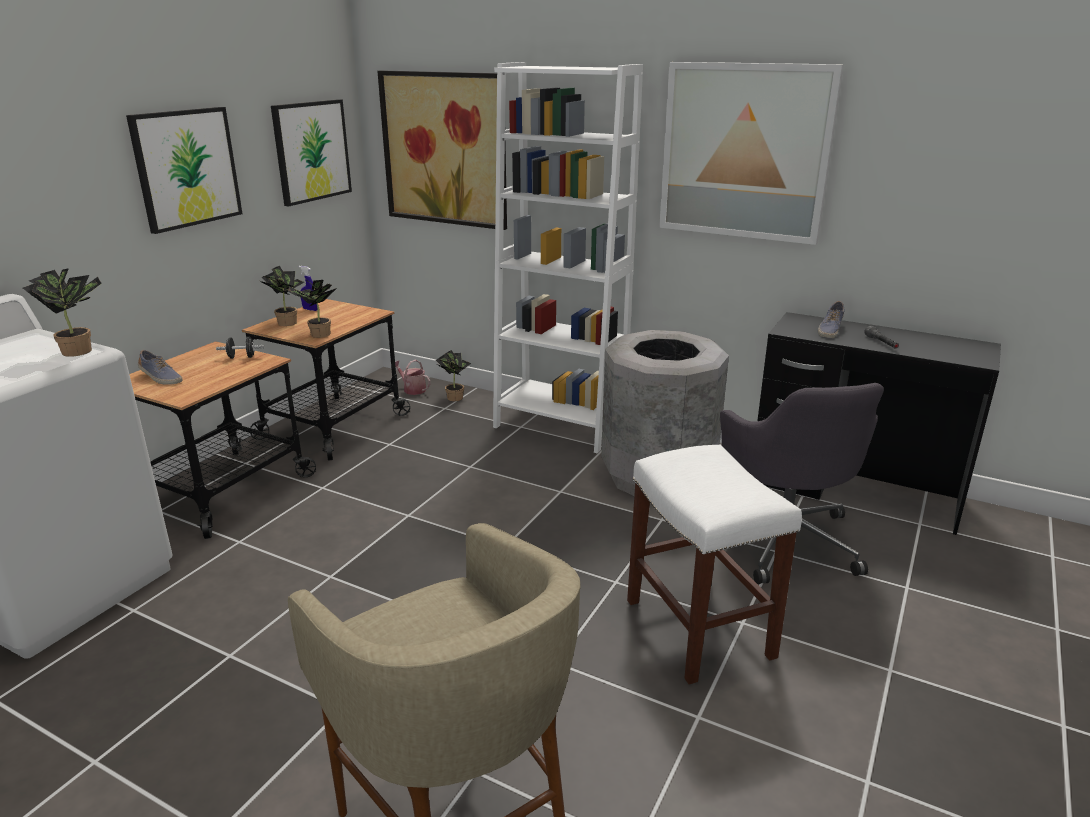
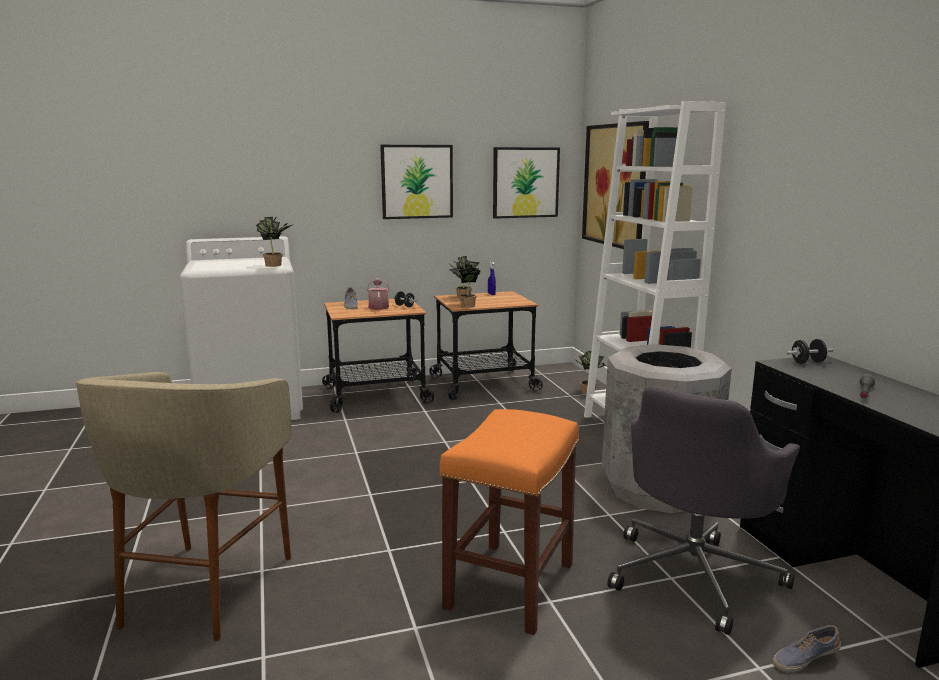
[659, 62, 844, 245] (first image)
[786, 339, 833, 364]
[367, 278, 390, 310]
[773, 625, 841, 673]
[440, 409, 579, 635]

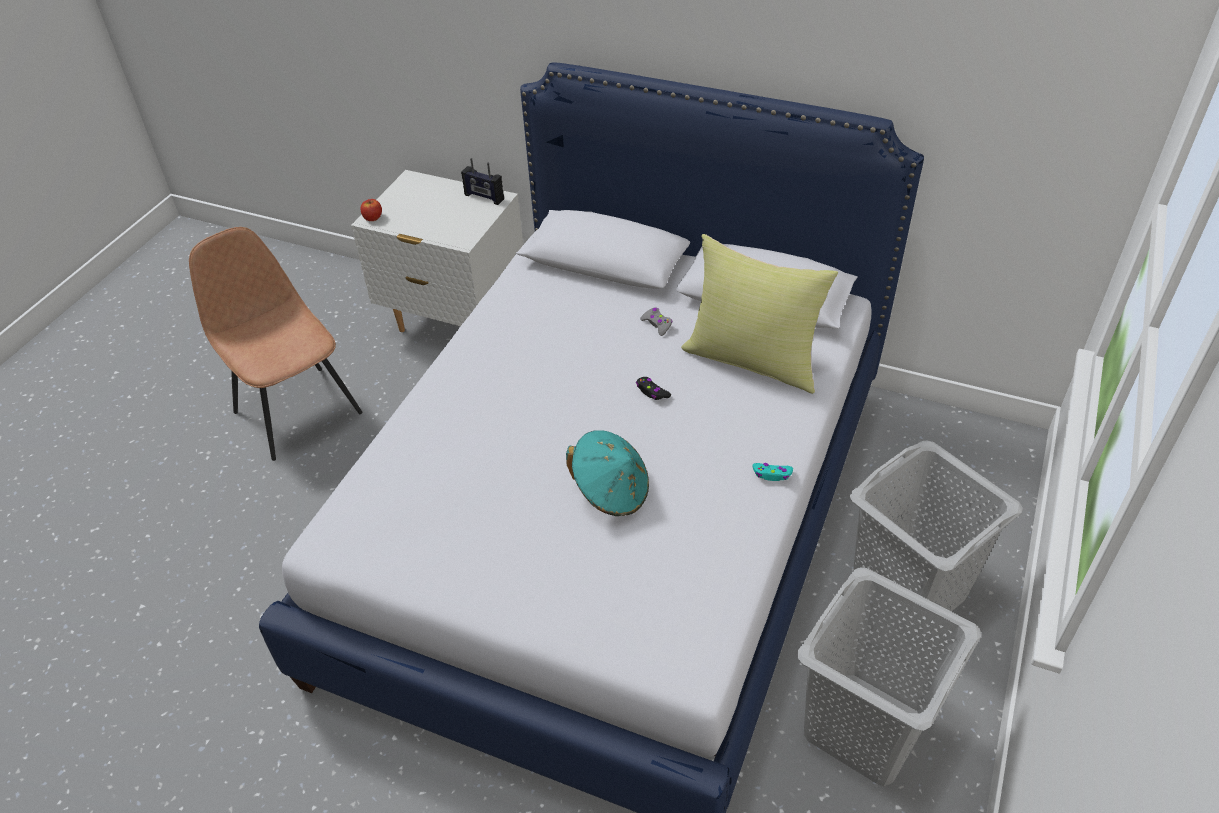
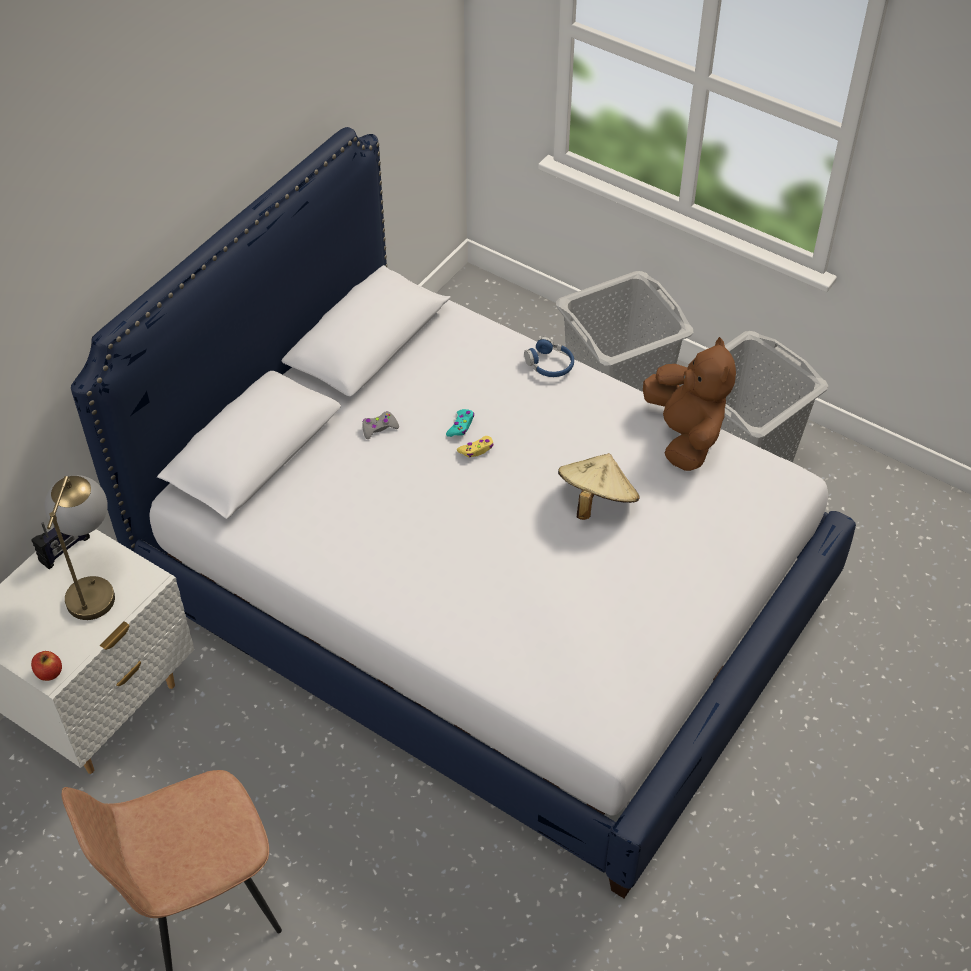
[681, 234, 838, 394] (first image)
[45, 475, 115, 620]
[524, 337, 574, 377]
[643, 337, 736, 471]
[446, 409, 474, 437]
[558, 453, 639, 520]
[457, 436, 494, 458]

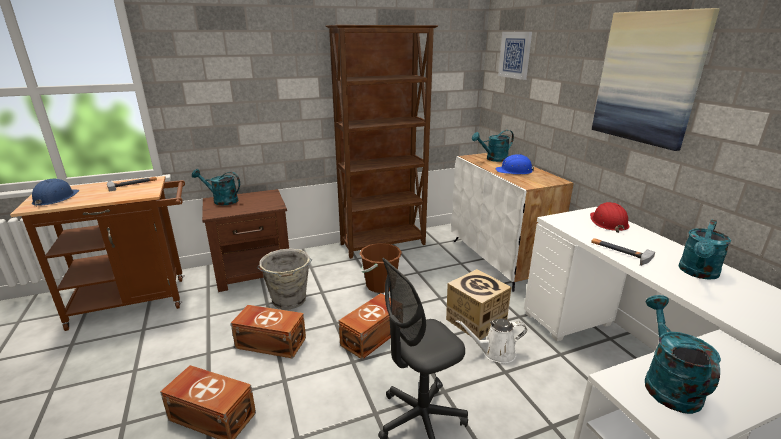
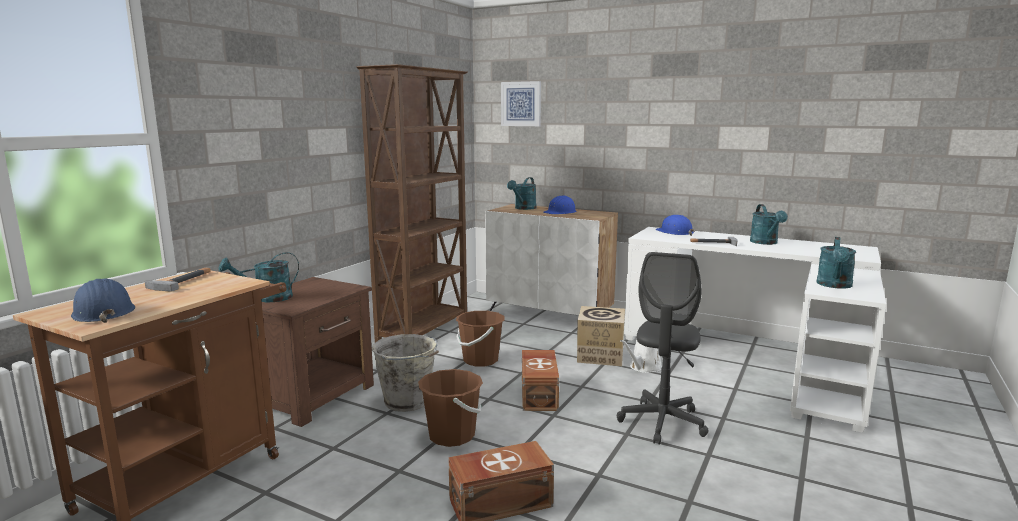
[592, 8, 720, 151] (first image)
[418, 369, 483, 447]
[655, 215, 695, 236]
[816, 237, 856, 289]

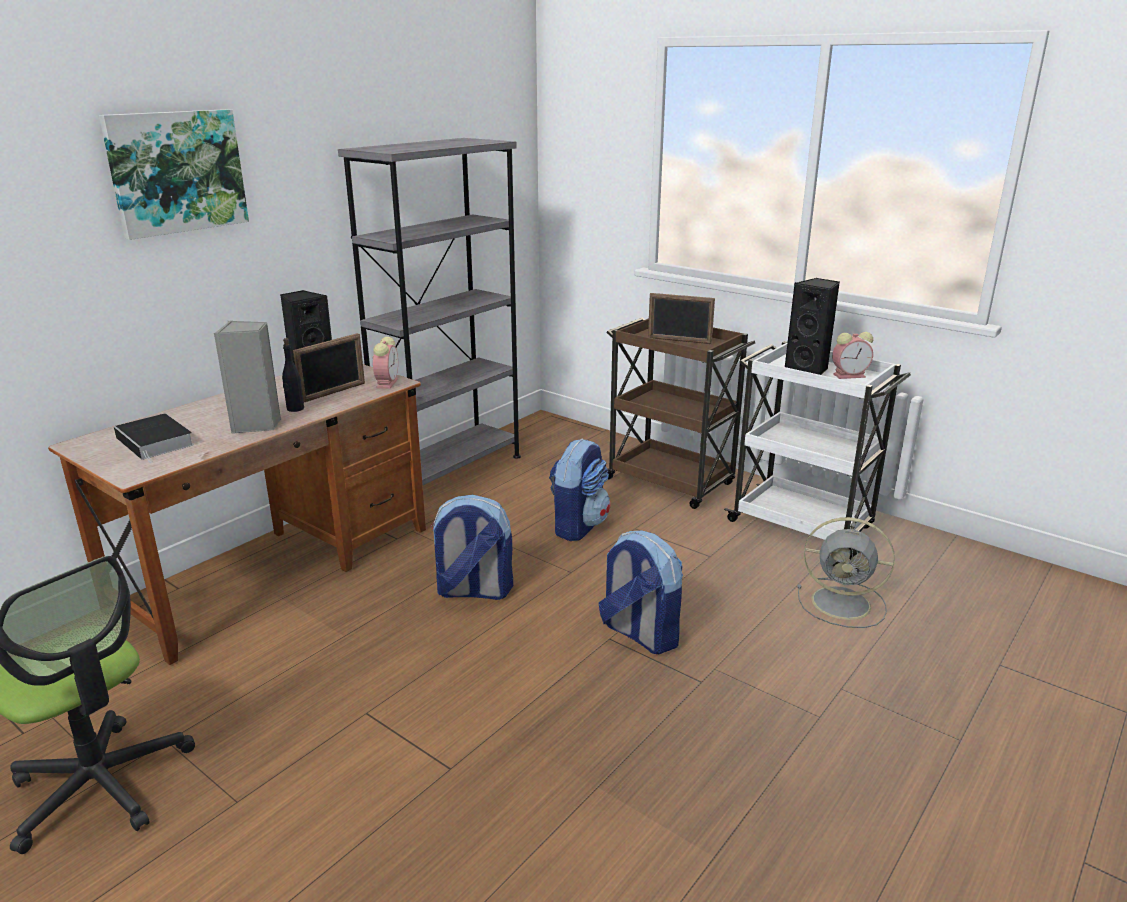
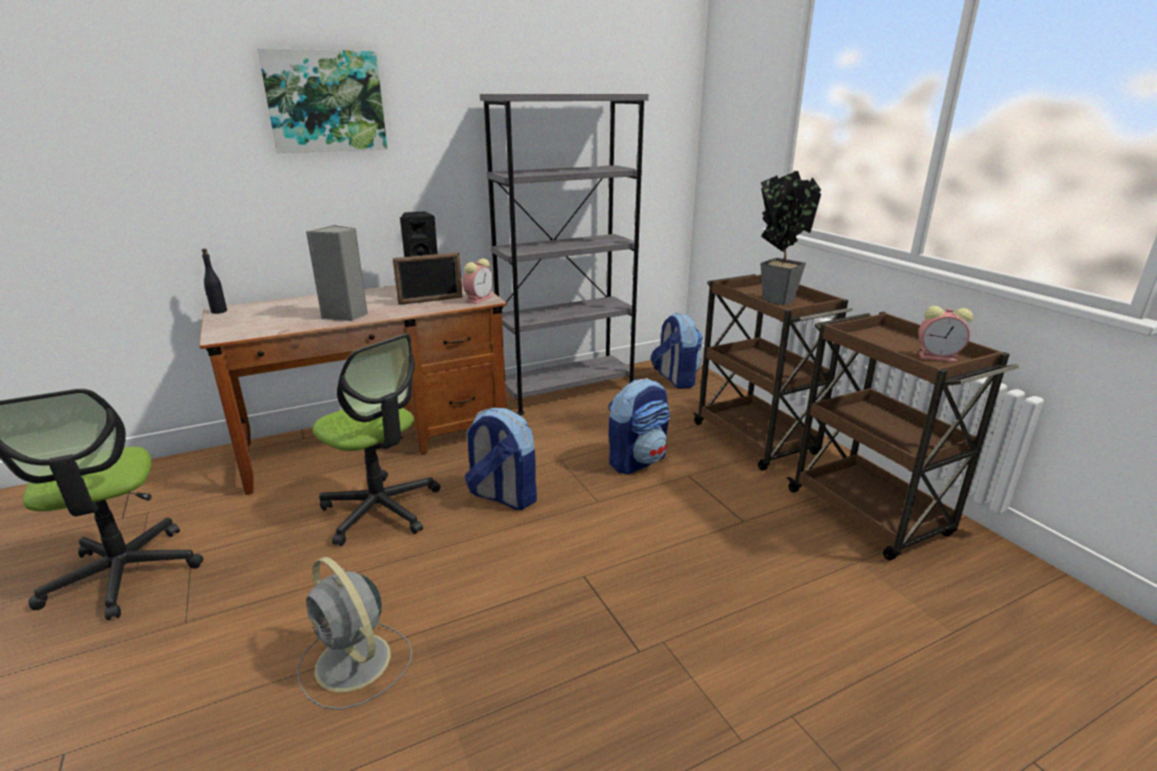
[114, 414, 194, 463] (first image)
[785, 278, 840, 375] (first image)
[313, 334, 440, 546]
[202, 248, 227, 314]
[651, 313, 703, 388]
[297, 557, 412, 710]
[760, 171, 821, 305]
[787, 312, 1019, 561]

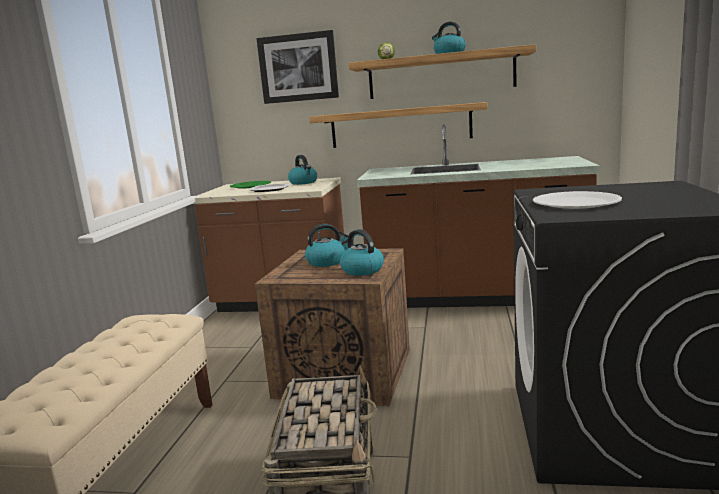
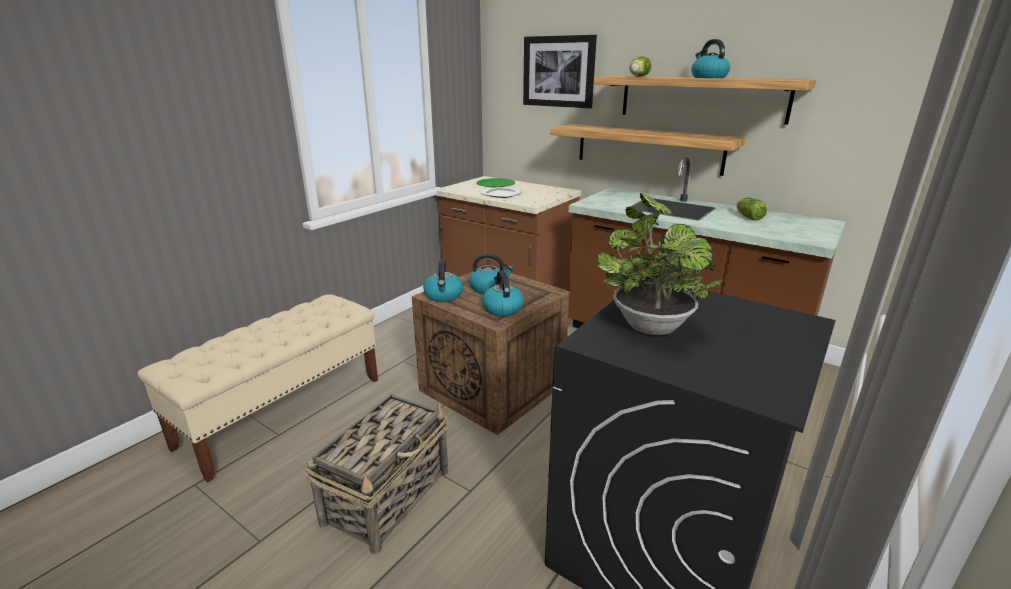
[736, 197, 767, 221]
[423, 259, 463, 302]
[597, 193, 723, 335]

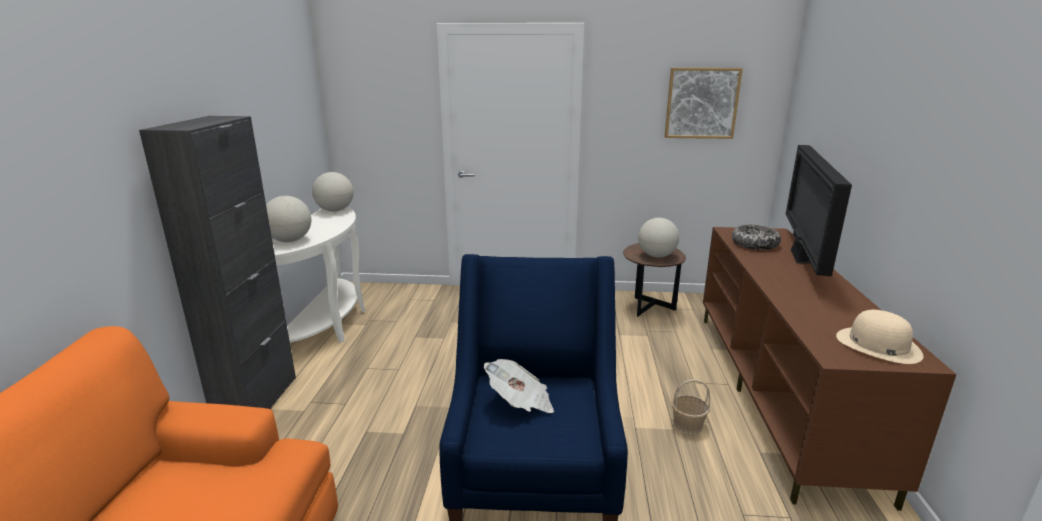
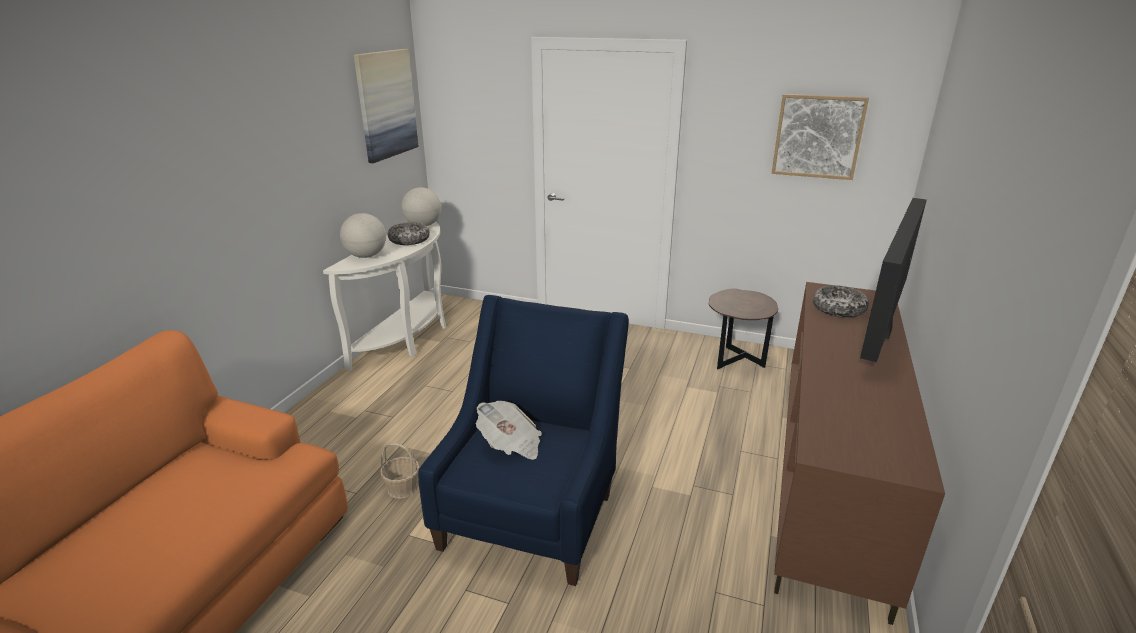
[139, 116, 296, 409] (first image)
[638, 218, 679, 257] (first image)
[836, 310, 923, 364] (first image)
[354, 49, 419, 163]
[388, 222, 430, 245]
[381, 443, 420, 499]

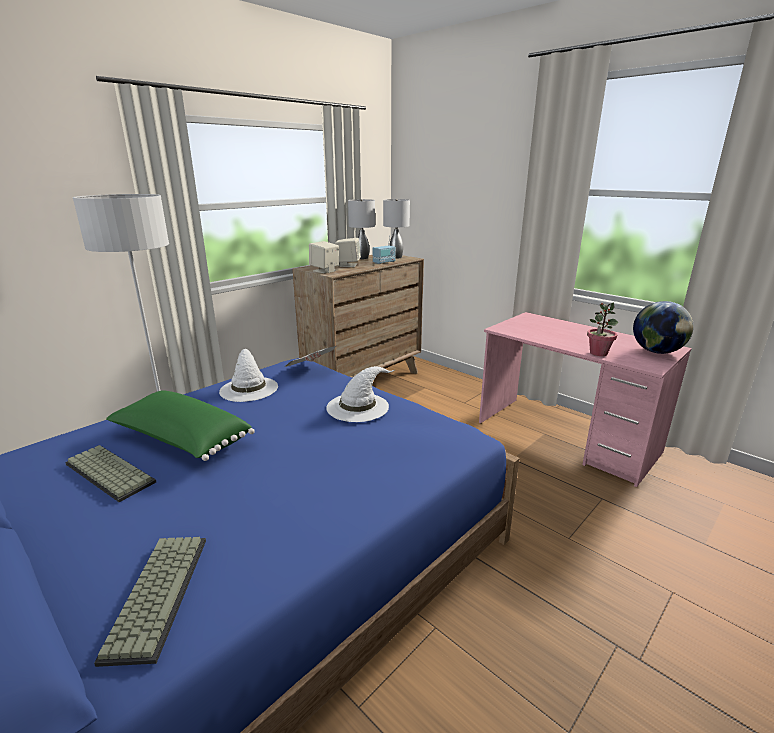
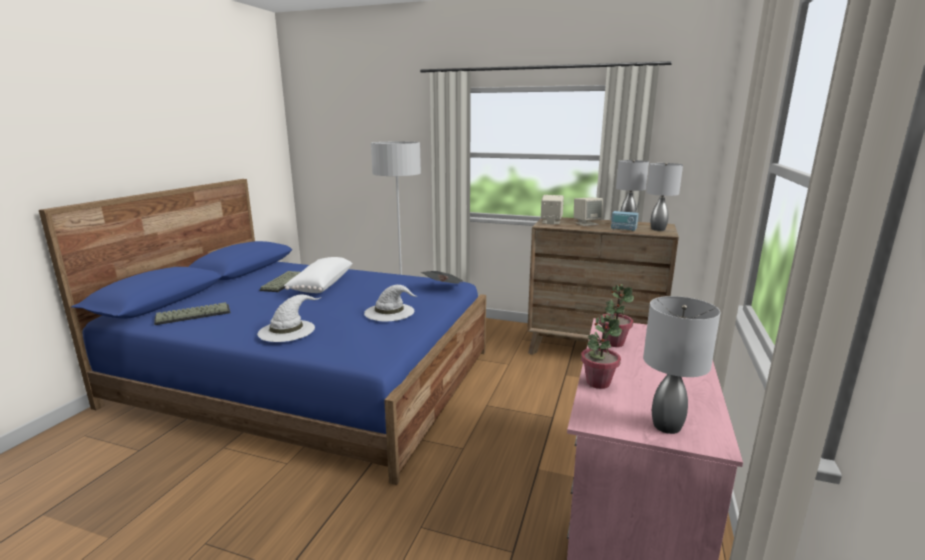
[599, 284, 634, 347]
[257, 294, 321, 342]
[643, 296, 721, 434]
[284, 257, 353, 293]

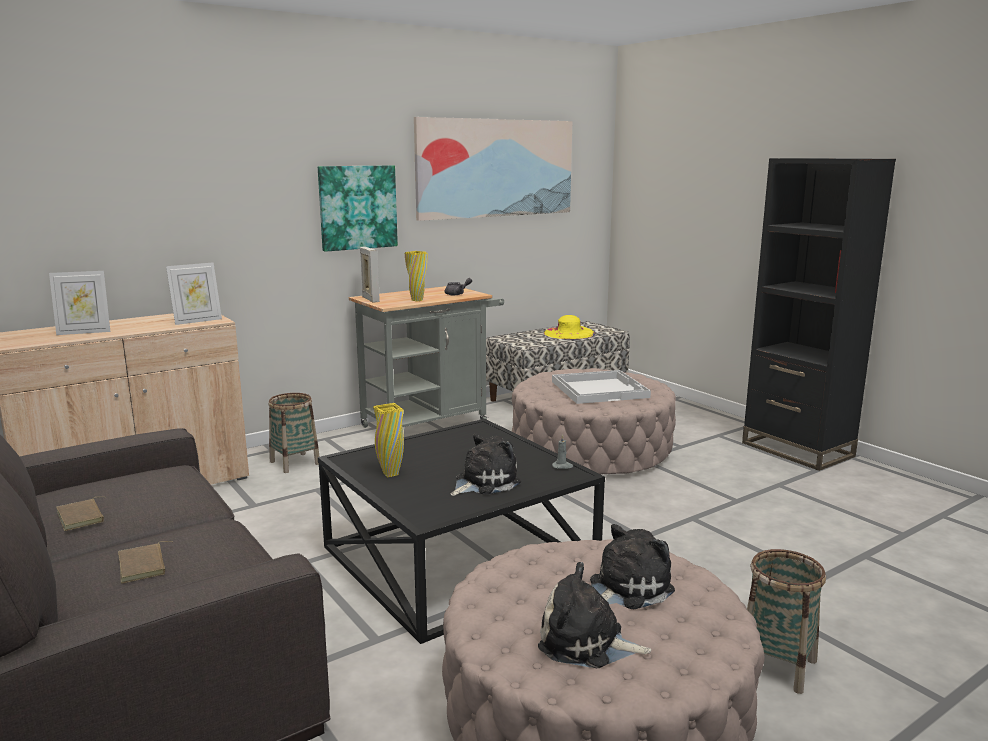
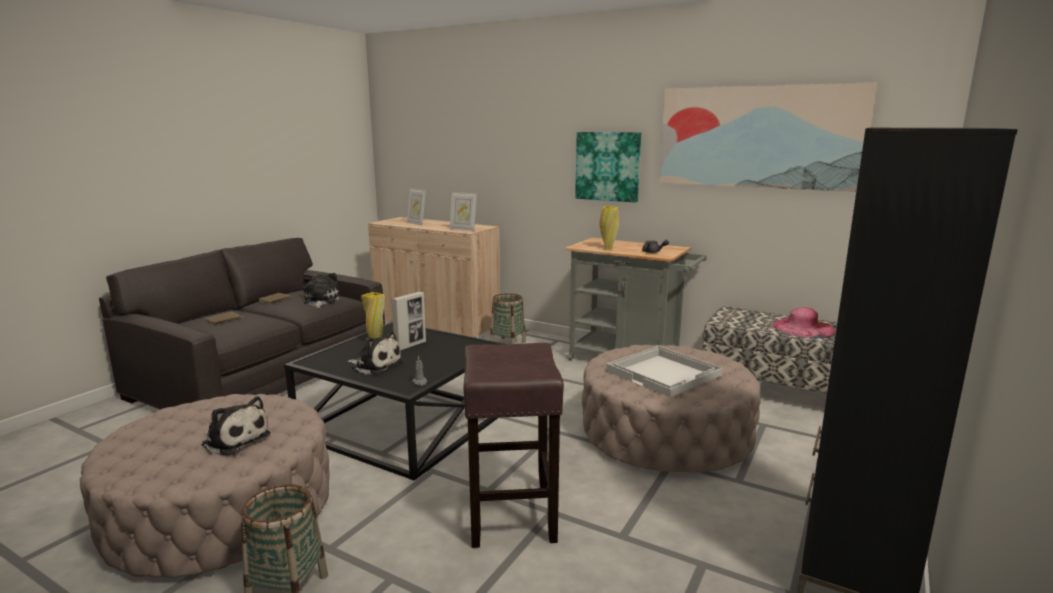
[464, 343, 564, 548]
[391, 292, 426, 351]
[303, 273, 339, 308]
[772, 307, 835, 338]

